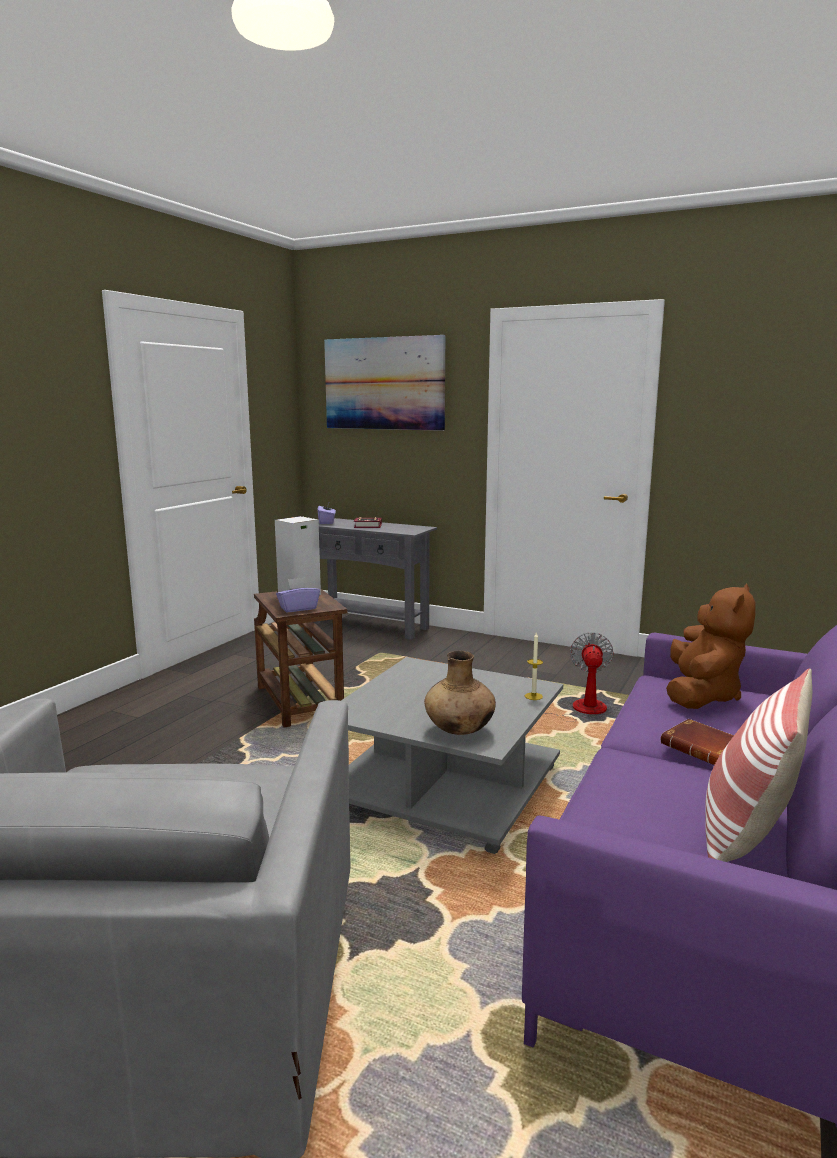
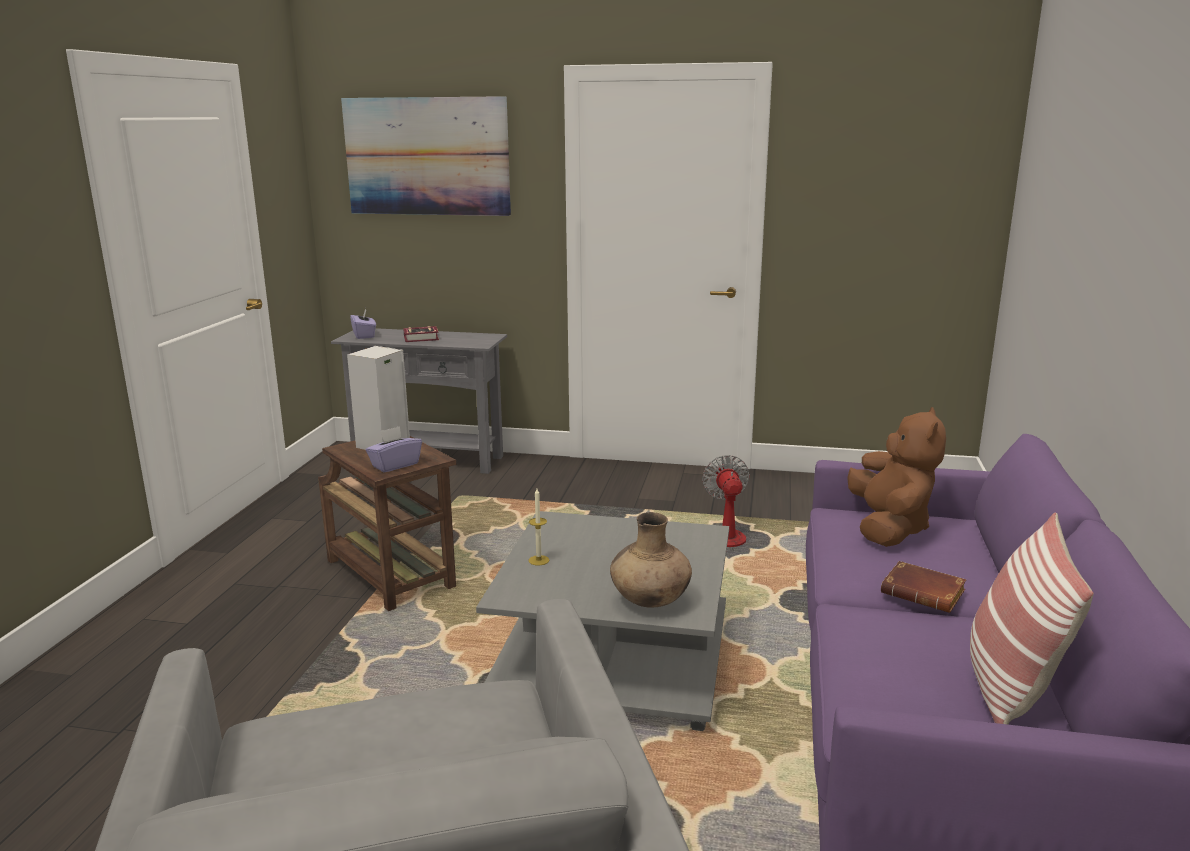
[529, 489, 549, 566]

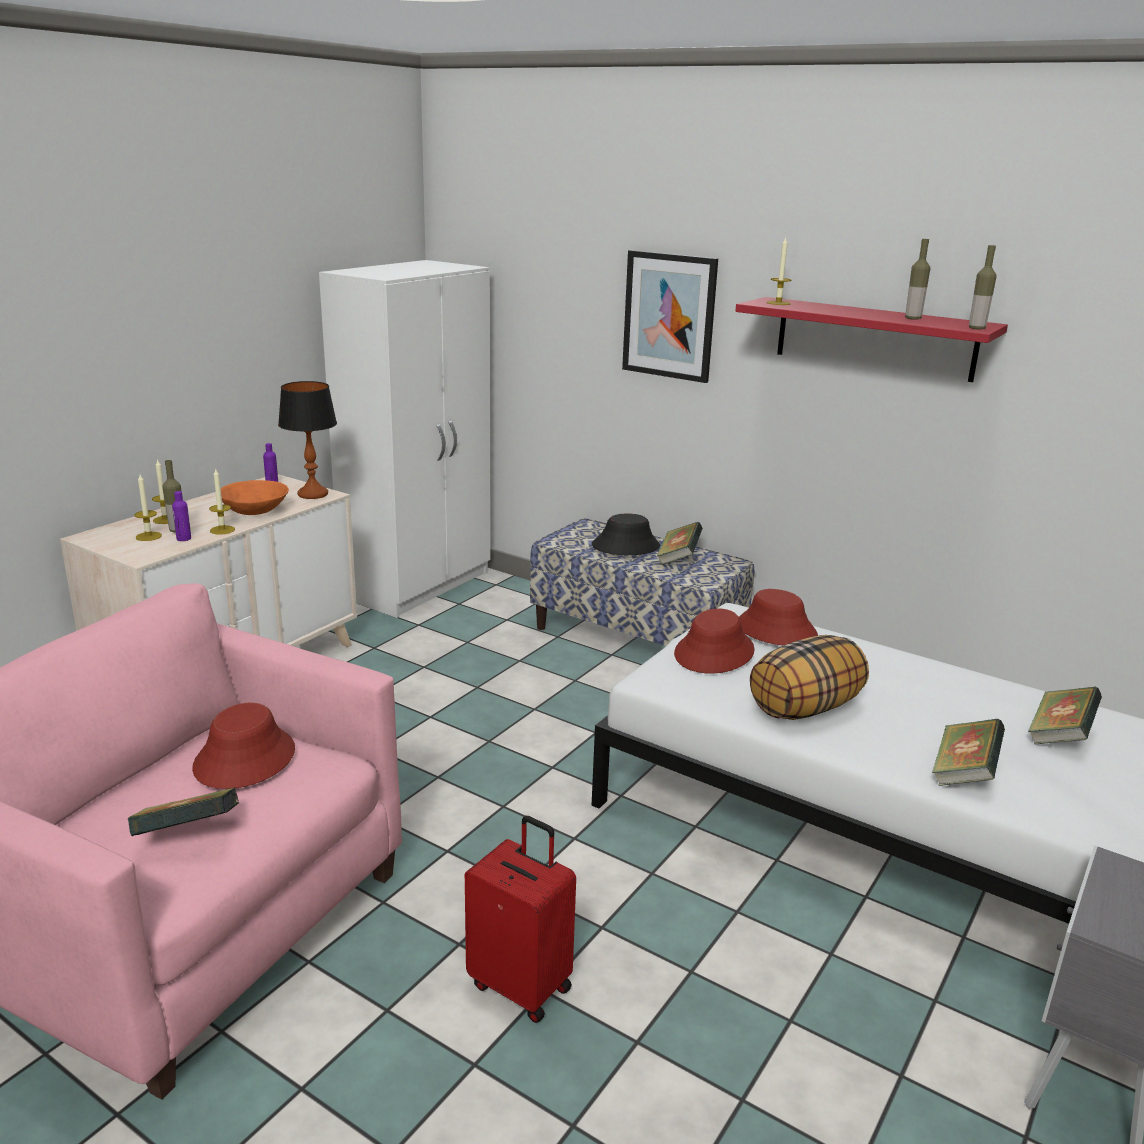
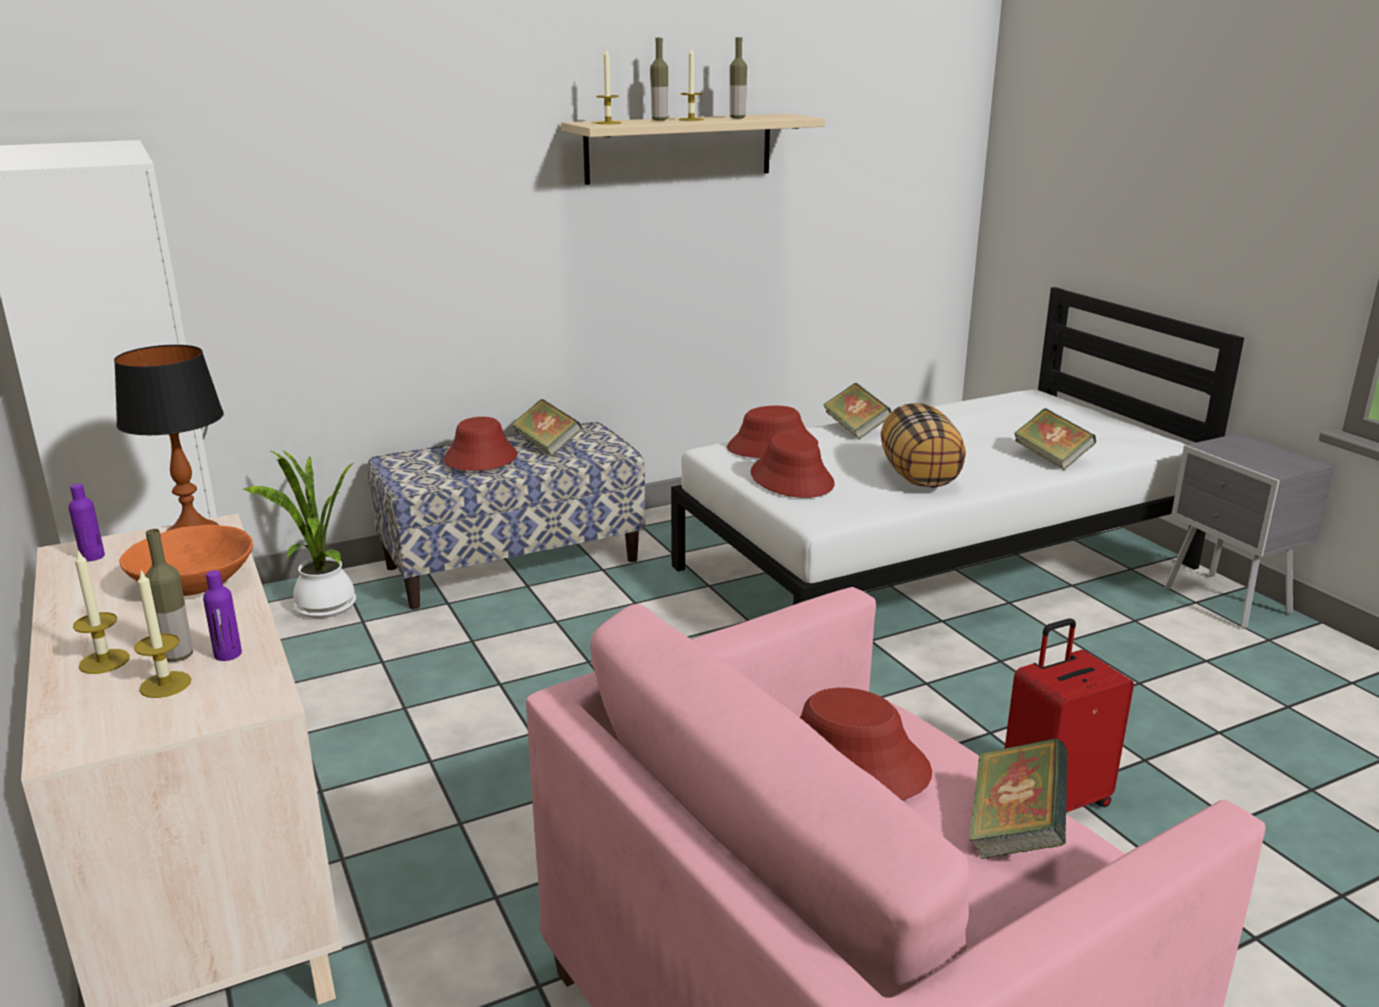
[622, 250, 718, 383] (first image)
[243, 449, 356, 618]
[679, 48, 704, 121]
[650, 38, 668, 121]
[823, 383, 892, 439]
[444, 417, 517, 471]
[561, 114, 825, 185]

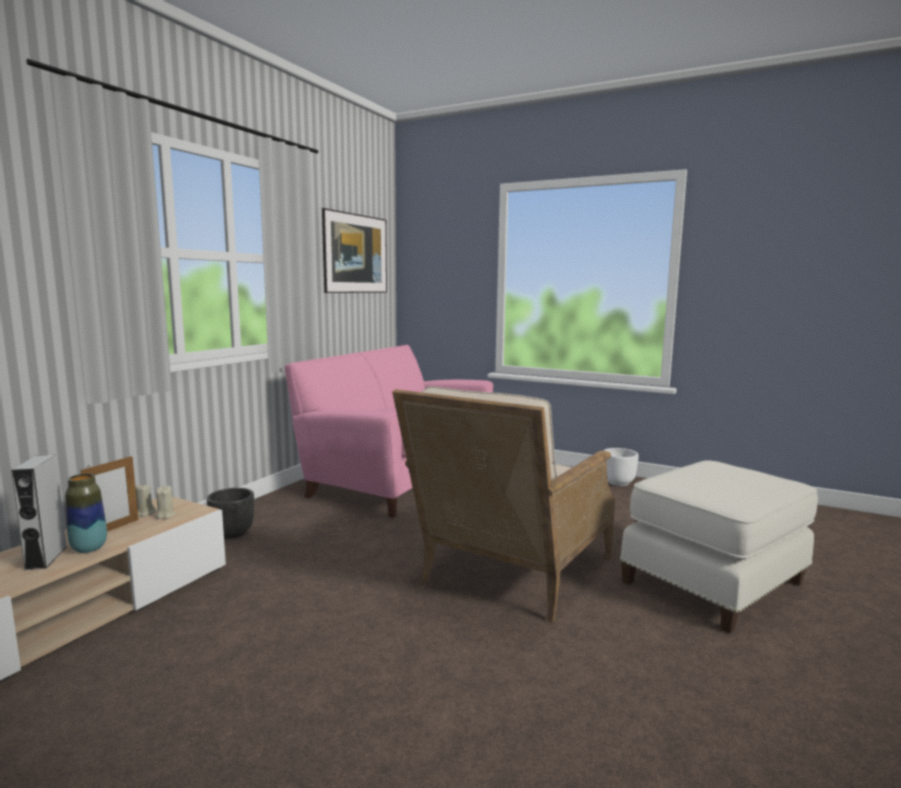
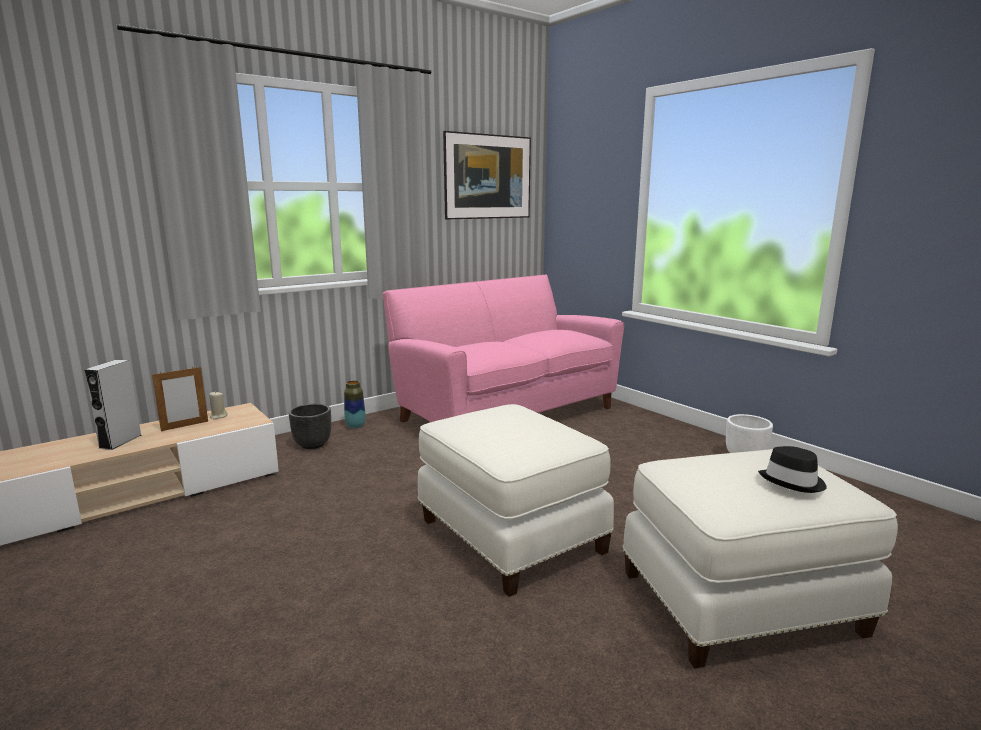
[155, 486, 176, 519] (first image)
[758, 446, 827, 493]
[344, 380, 366, 429]
[417, 404, 614, 597]

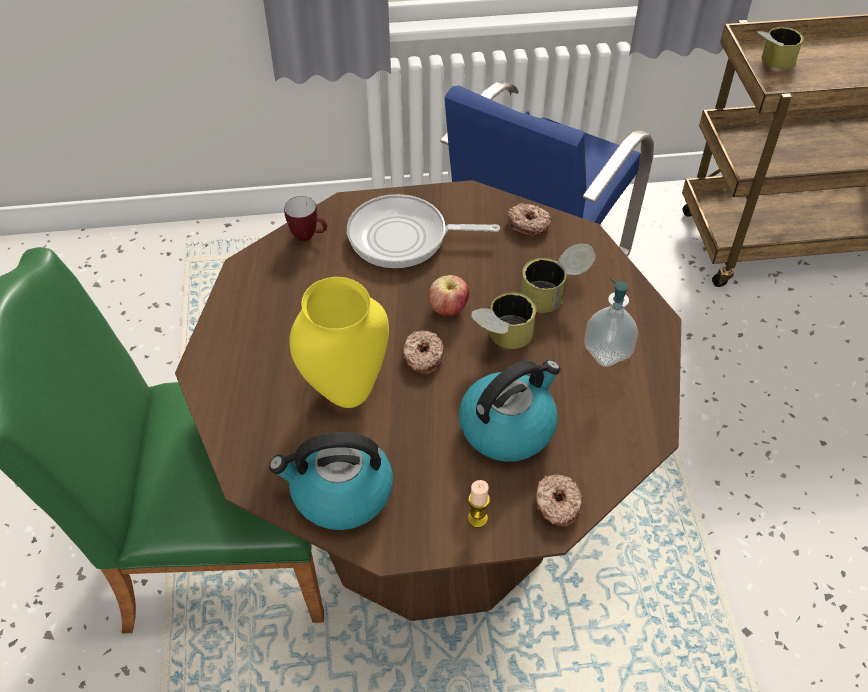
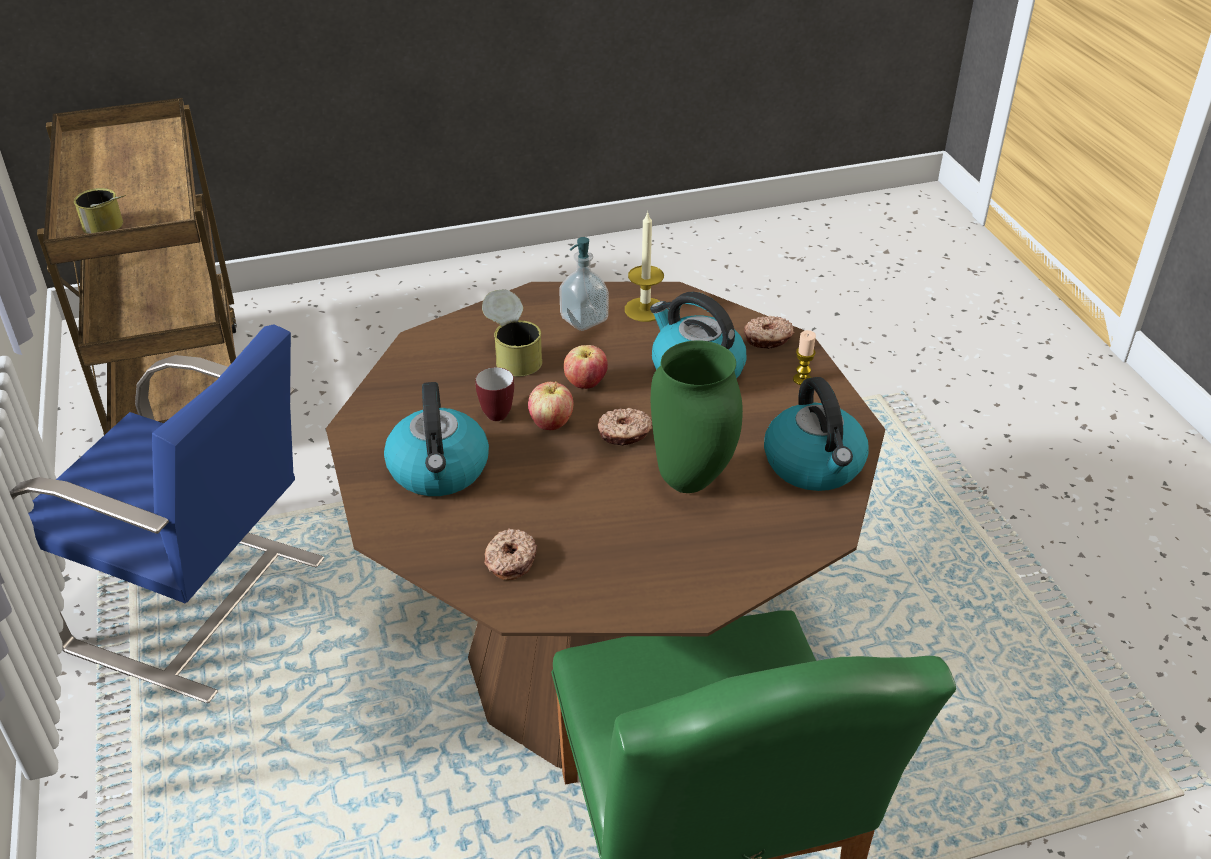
[625, 211, 664, 322]
[475, 367, 514, 421]
[484, 528, 537, 580]
[384, 382, 489, 496]
[564, 345, 608, 389]
[650, 341, 743, 493]

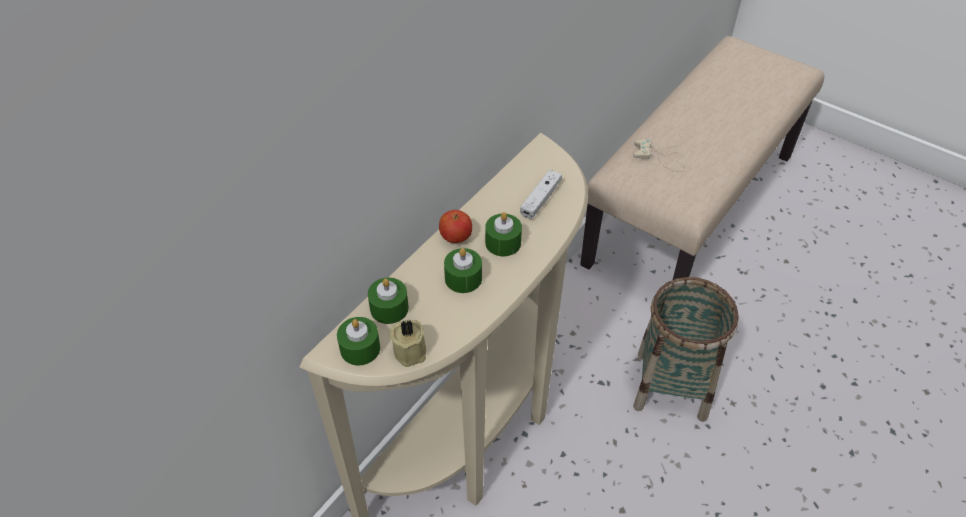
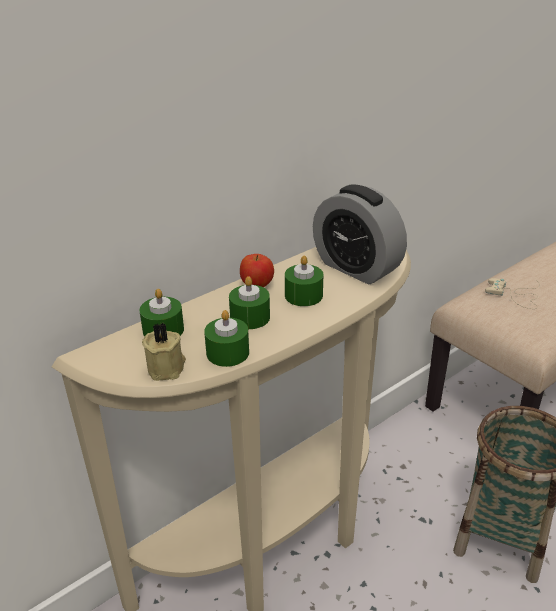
[204, 310, 249, 367]
[313, 184, 407, 284]

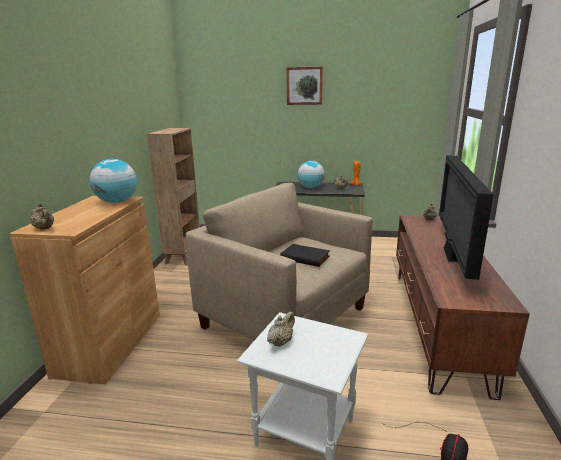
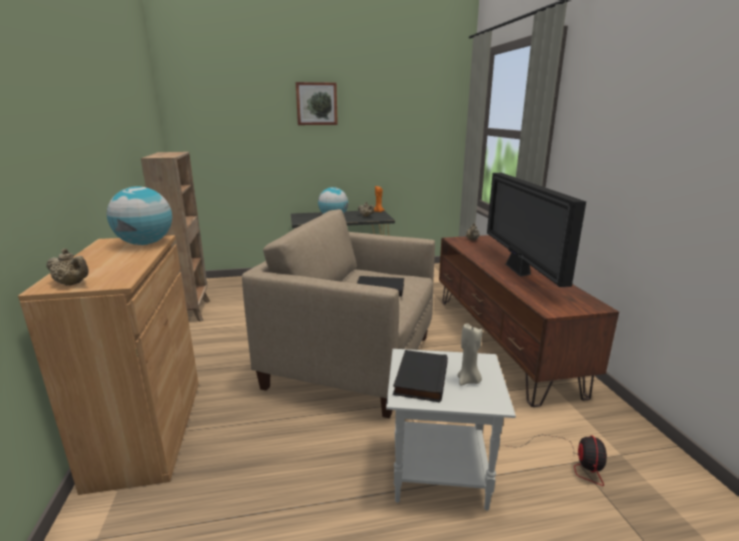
[458, 323, 482, 385]
[393, 350, 448, 403]

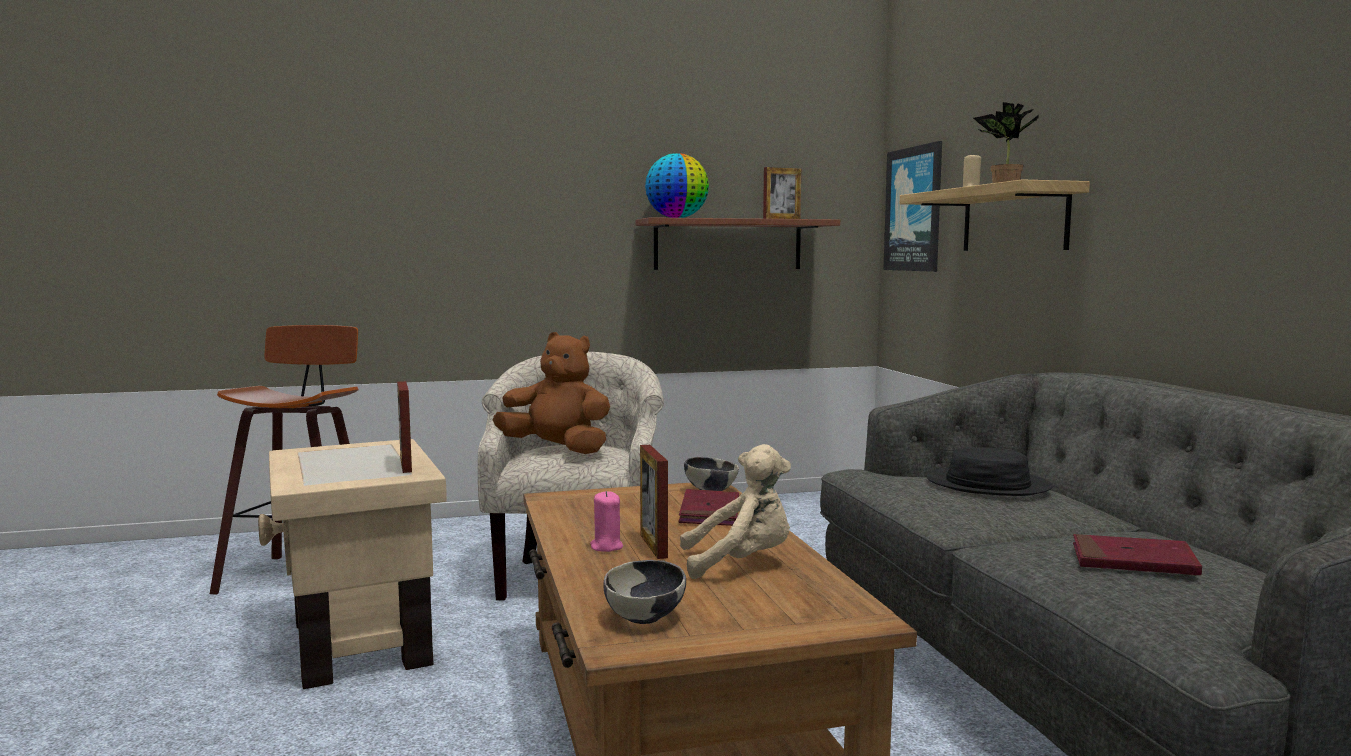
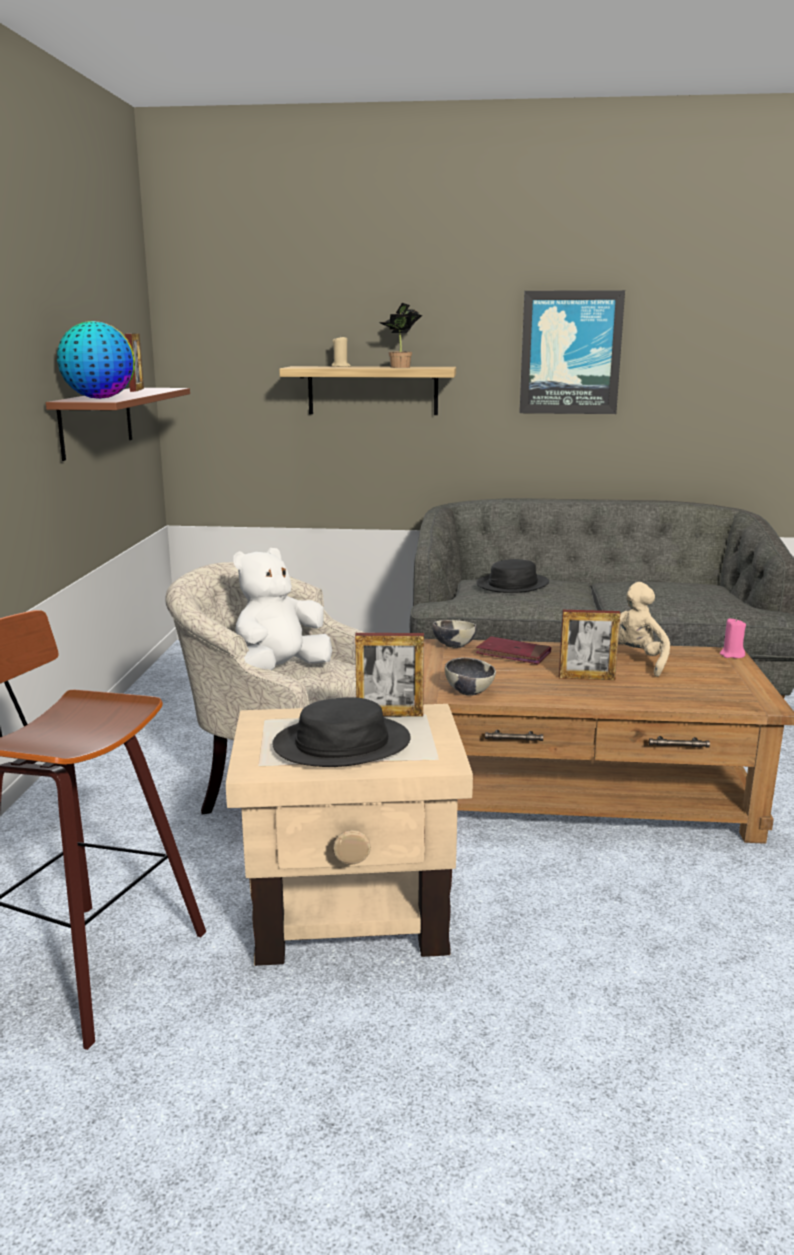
[1073, 534, 1202, 576] (first image)
[273, 697, 411, 767]
[720, 618, 746, 658]
[445, 657, 496, 696]
[520, 290, 625, 414]
[234, 548, 332, 670]

